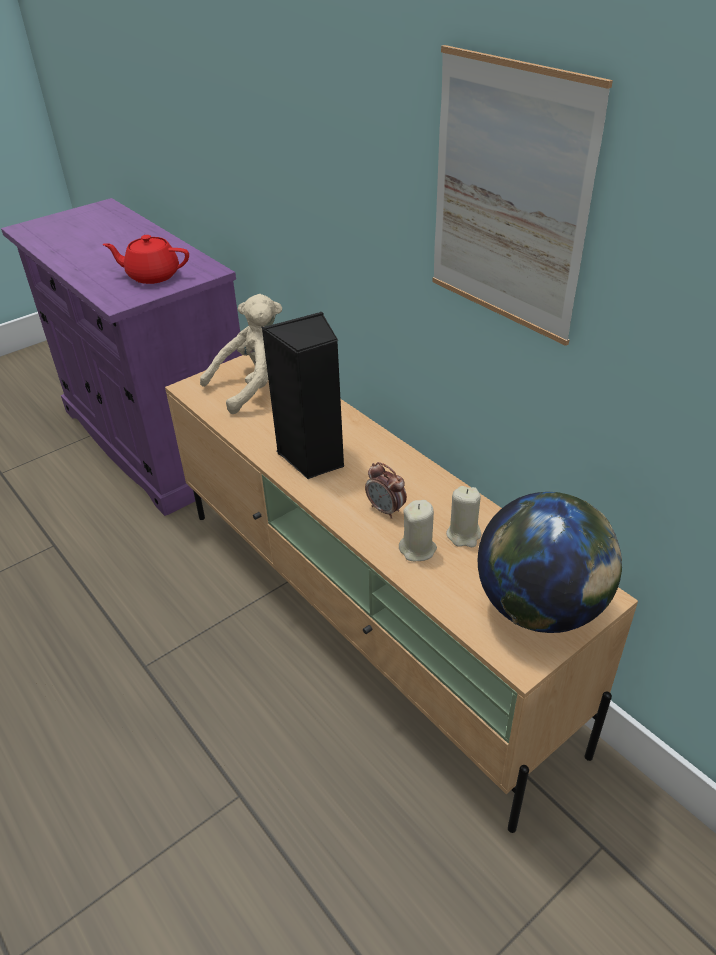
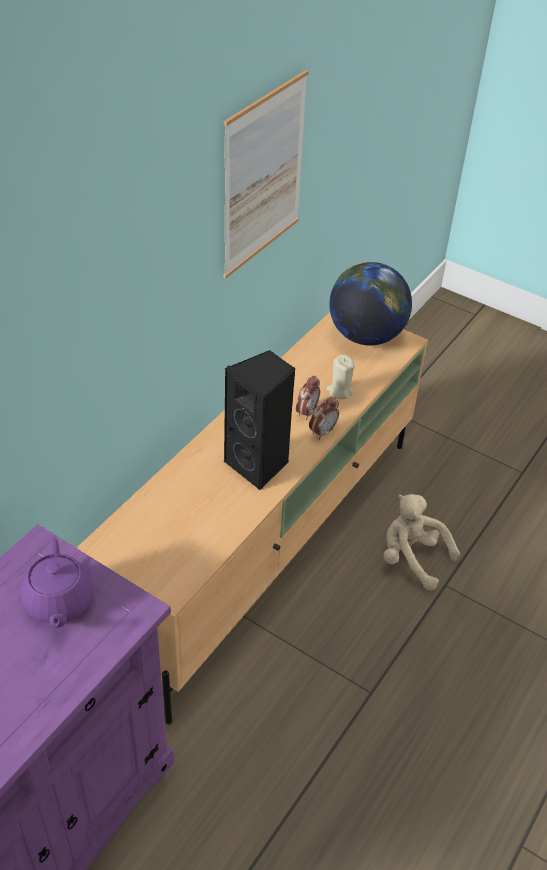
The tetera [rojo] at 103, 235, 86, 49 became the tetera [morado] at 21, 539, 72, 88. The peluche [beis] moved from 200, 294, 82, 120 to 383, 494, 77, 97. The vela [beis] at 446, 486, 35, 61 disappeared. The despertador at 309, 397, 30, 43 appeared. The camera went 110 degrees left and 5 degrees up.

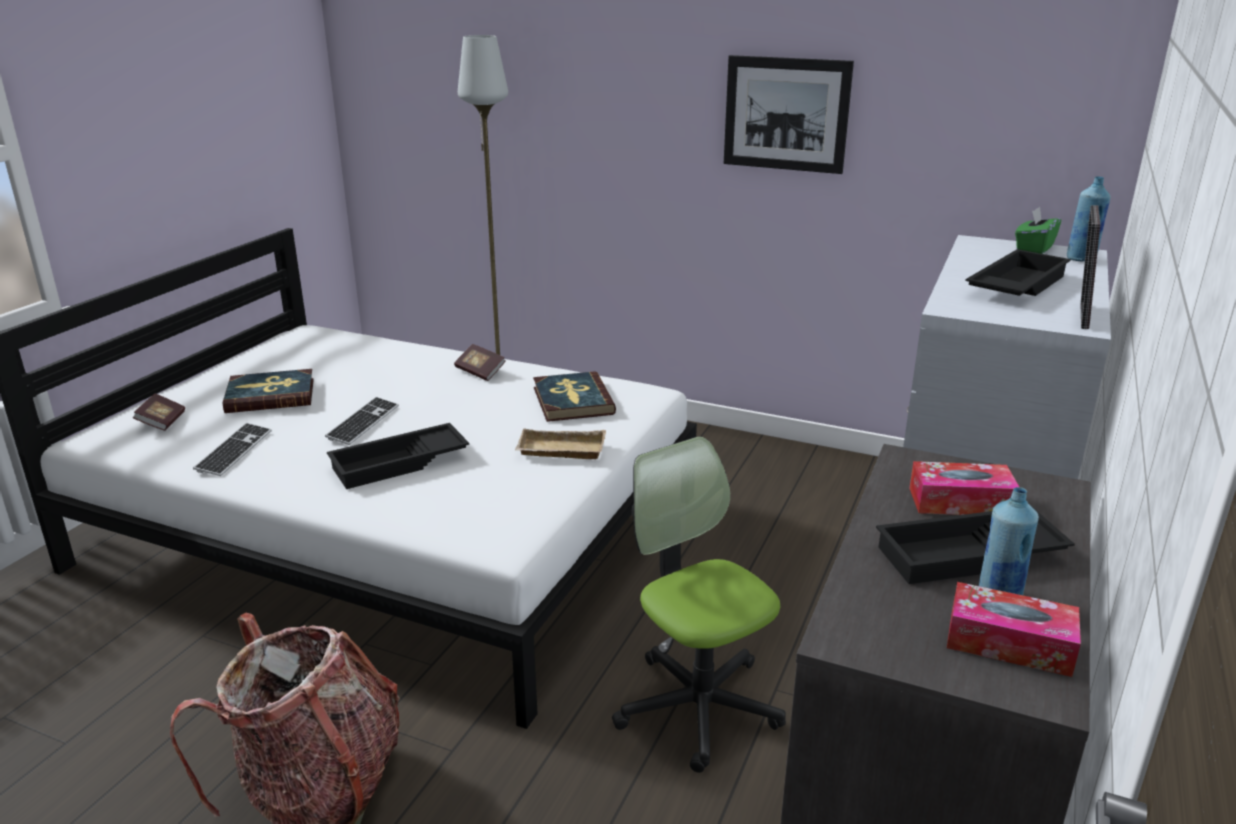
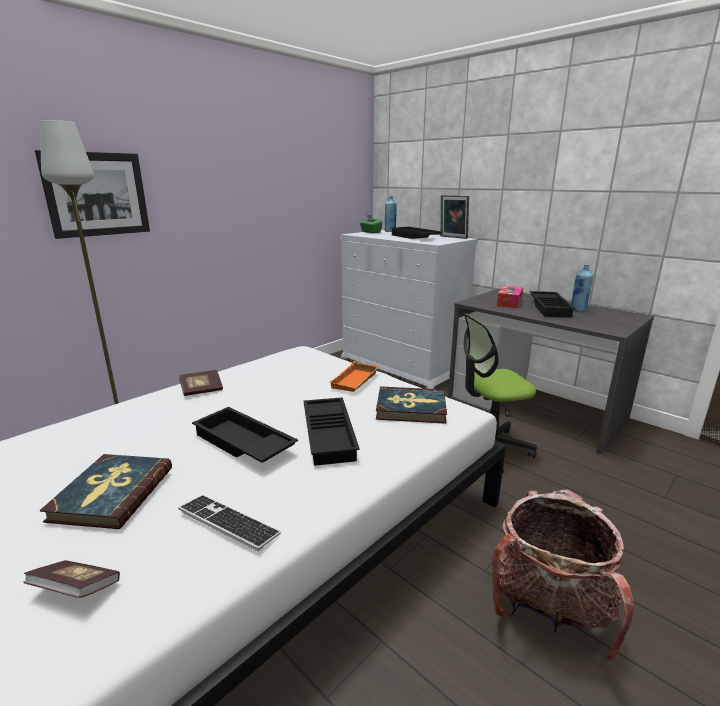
The teclado at 325, 397, 74, 48 was replaced by the bandeja [negro] at 192, 407, 106, 56. The bandeja [beis] at 515, 429, 91, 30 became the bandeja [naranja] at 330, 361, 49, 31. The libro moved from 533, 371, 83, 51 to 376, 386, 71, 38. The cuadro moved from 724, 55, 130, 119 to 35, 150, 115, 89. The caja de pañuelos at 947, 582, 134, 95 disappeared. The camera went 70 degrees left and 5 degrees down.

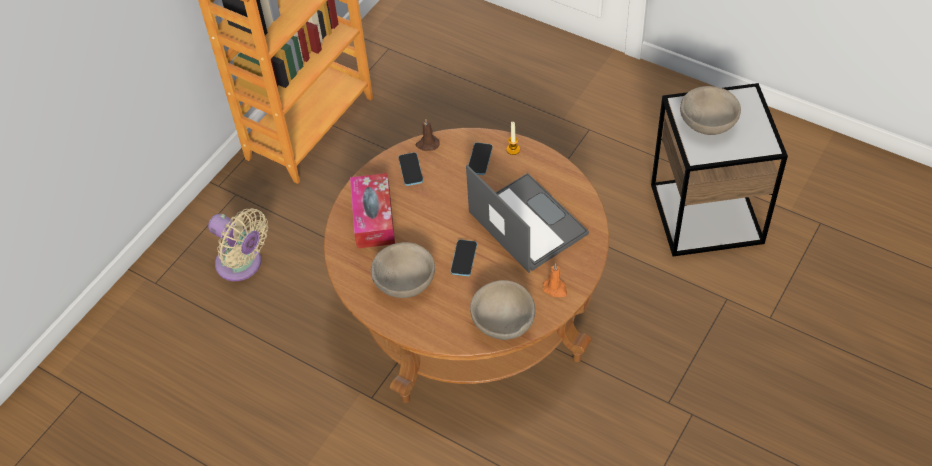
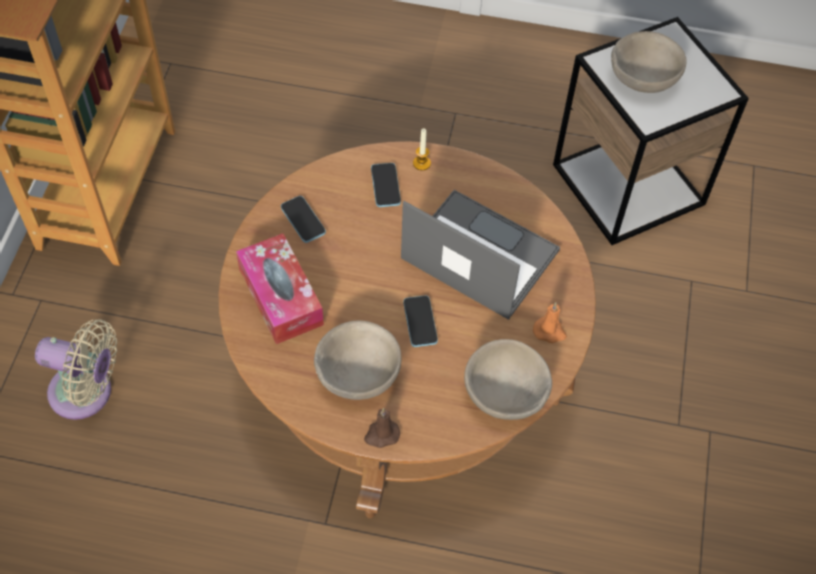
The vela [marrón] moved from 416, 119, 24, 32 to 364, 408, 36, 40. The camera went 25 degrees left and 5 degrees up.

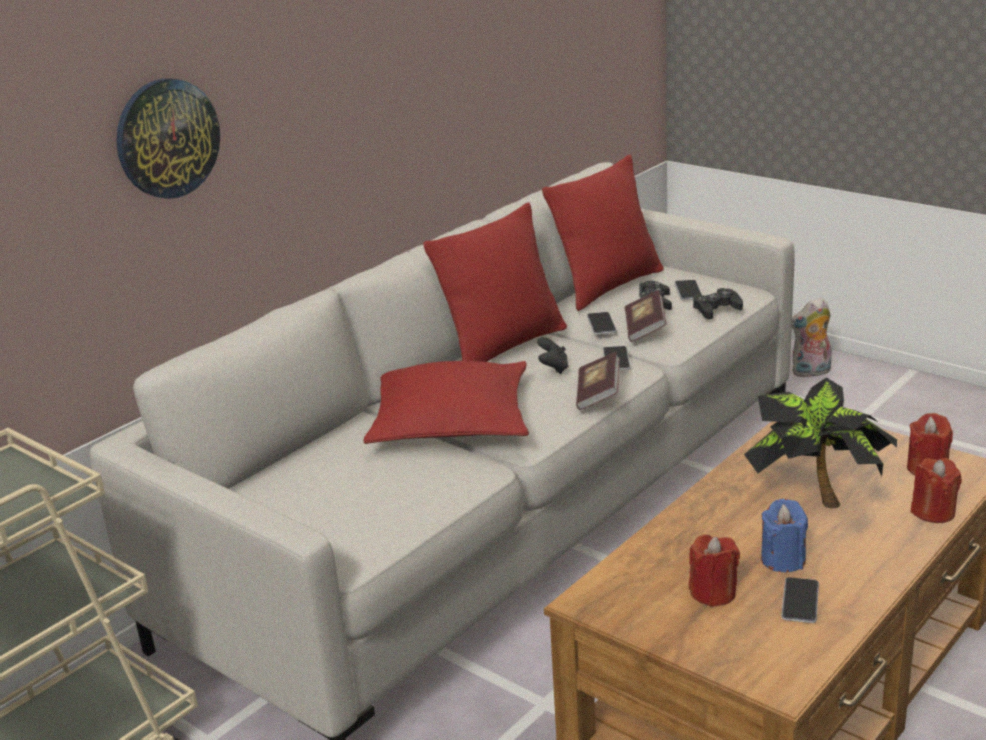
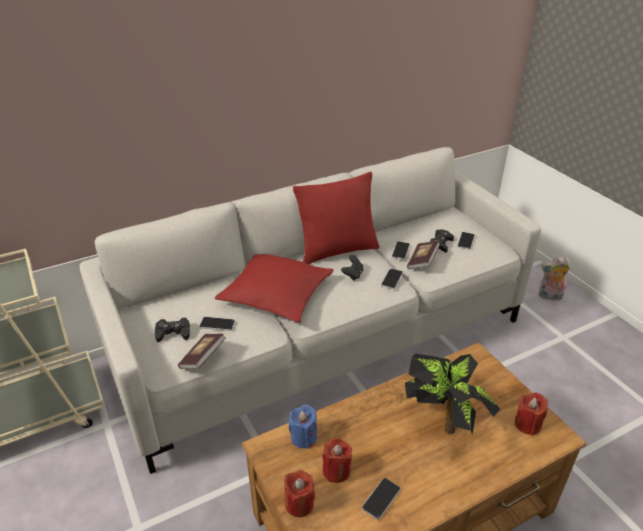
The reloj de pared at 116, 79, 104, 120 disappeared. The cojín [rojo] at 542, 154, 121, 157 disappeared. The libro moved from 576, 352, 44, 58 to 178, 333, 48, 36. The mando de consola [negro] moved from 693, 288, 50, 32 to 155, 318, 35, 24. The vela [azul] moved from 761, 499, 47, 73 to 289, 404, 28, 45. The vela [rojo] moved from 911, 458, 51, 65 to 284, 470, 31, 47. The móvil at 199, 317, 36, 14 appeared. The camera went 20 degrees right and 10 degrees up.

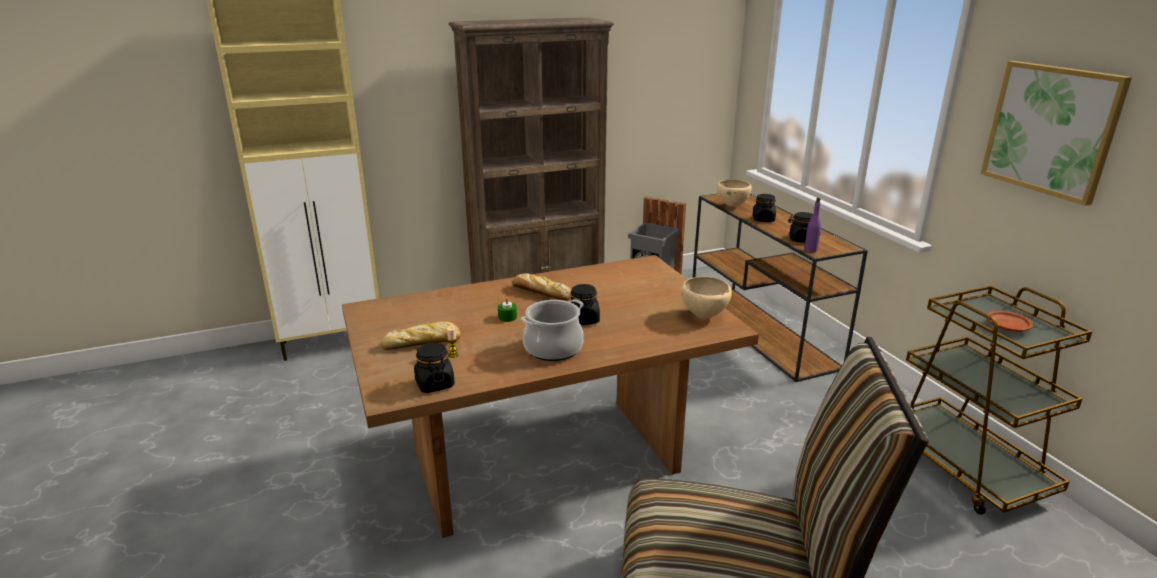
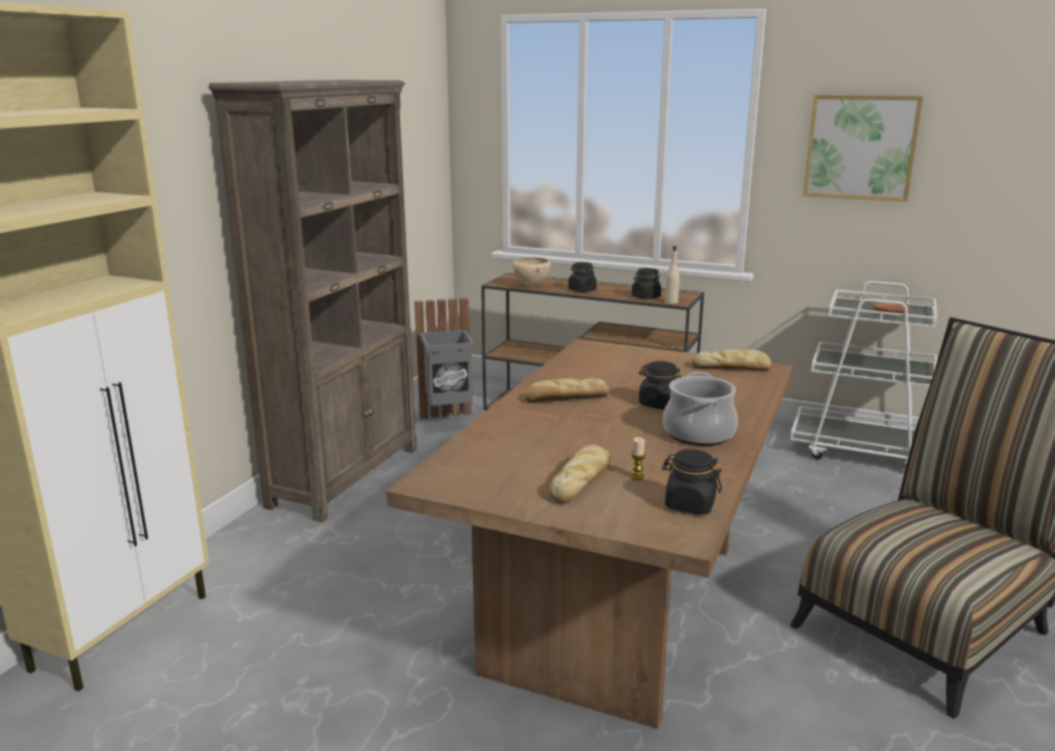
The vela [verde] at 498, 297, 19, 25 disappeared. The cuenco [beis] at 681, 277, 51, 42 was replaced by the pan at 692, 349, 80, 21. The botella [morado] at 804, 197, 17, 56 became the botella [beis] at 665, 246, 15, 58. The carrito [marrón] at 906, 286, 187, 229 became the carrito [blanco] at 790, 281, 147, 183. The camera went 45 degrees left and 5 degrees down.

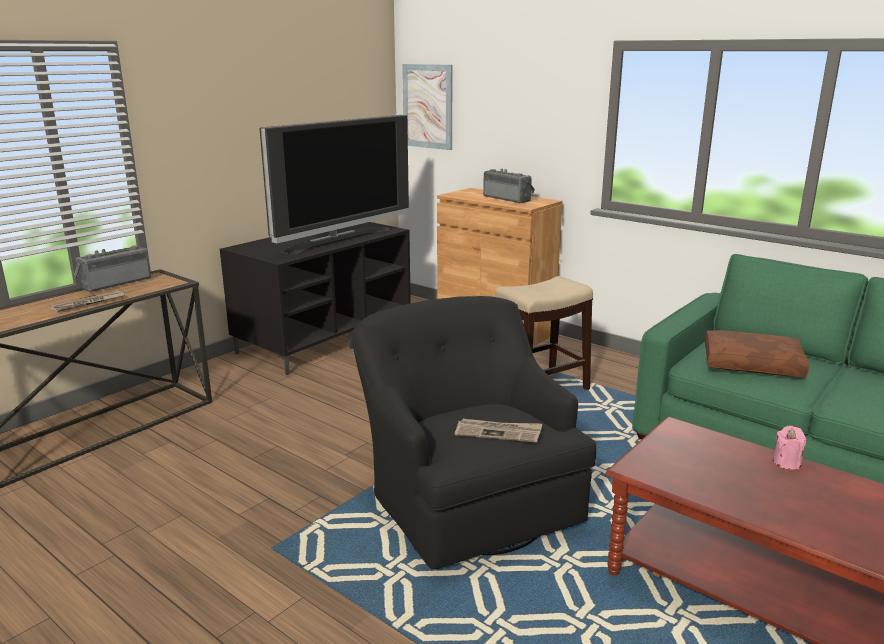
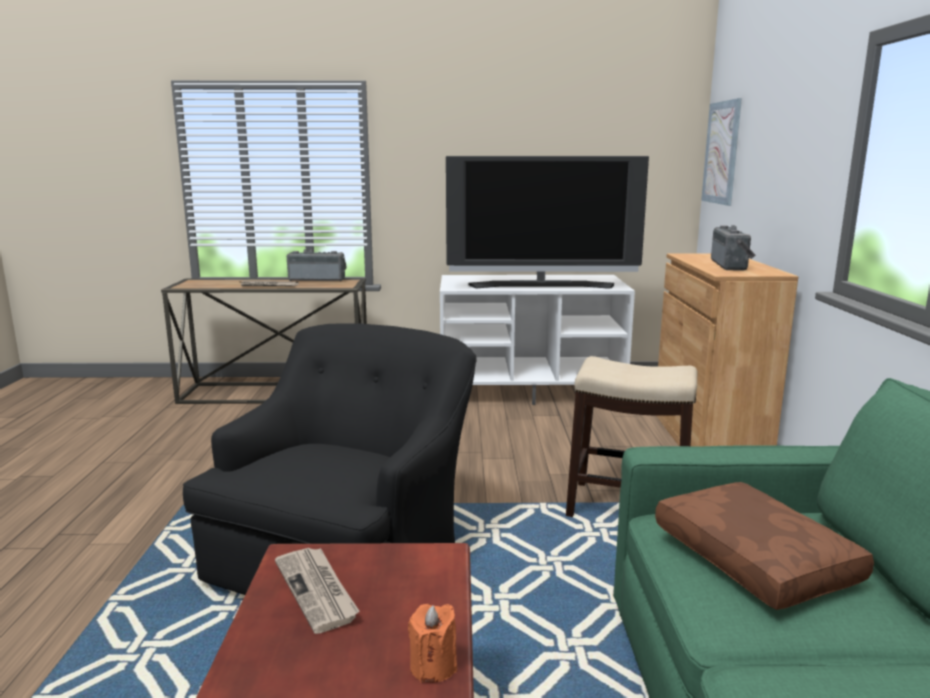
The mueble de televisión [negro] at 220, 222, 191, 153 became the mueble de televisión [blanco] at 440, 275, 195, 130. The periódico moved from 455, 419, 87, 24 to 275, 548, 84, 86. The vela [rosa] at 773, 426, 33, 43 became the vela [naranja] at 408, 604, 49, 79. The camera went 50 degrees right and 5 degrees down.

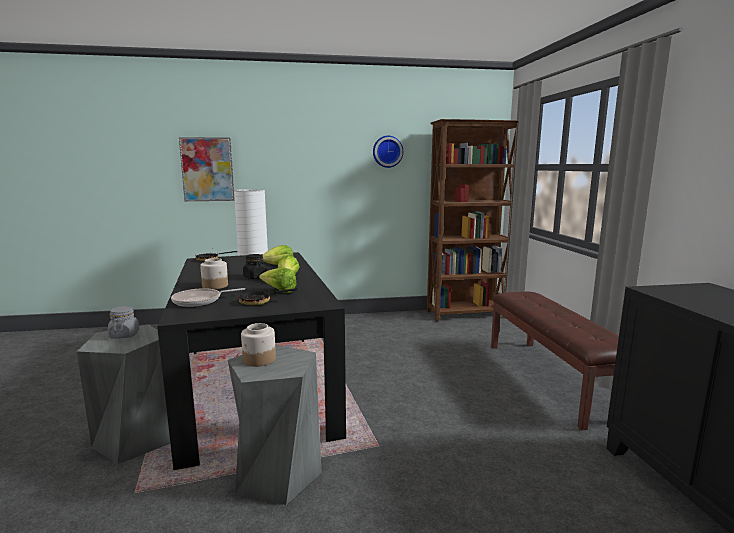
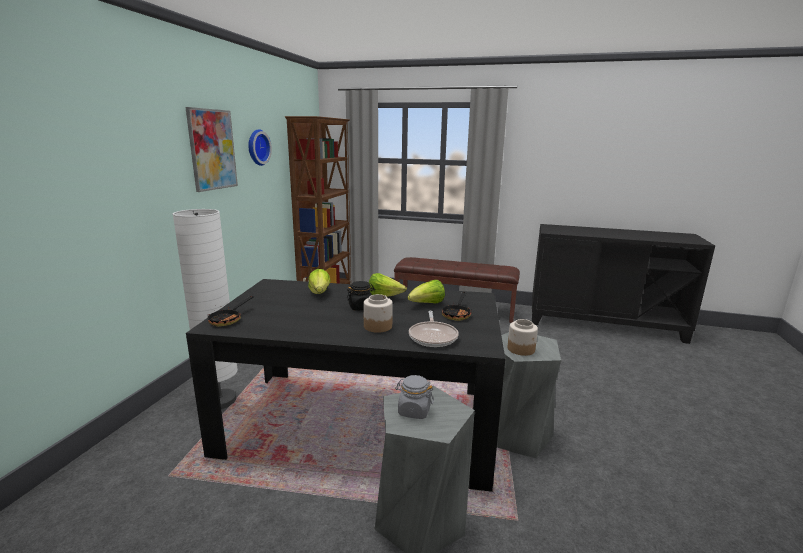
The cuadro moved from 179, 137, 56, 64 to 185, 107, 53, 85. The camera went 65 degrees left and 5 degrees up.

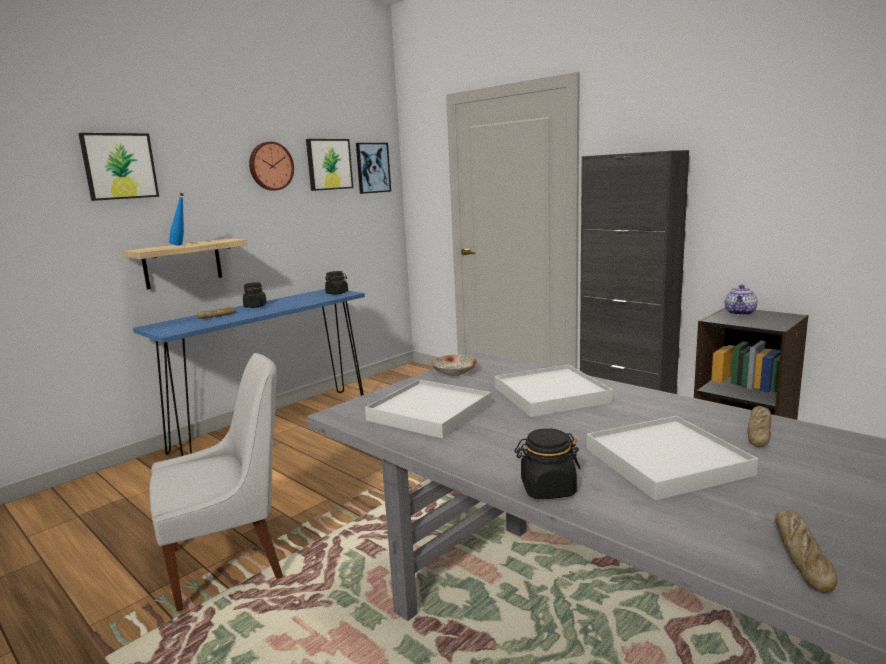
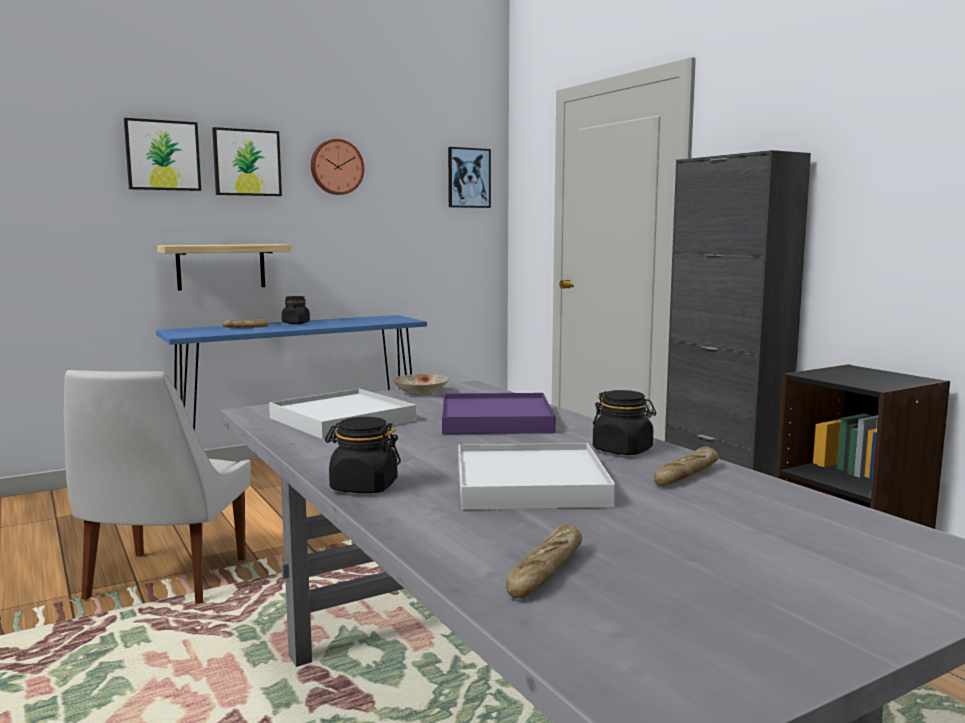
The silla [blanco] at 149, 353, 134, 258 turned 105 degrees clockwise. The botella [azul] at 169, 193, 15, 52 disappeared. The cuadro moved from 306, 139, 47, 52 to 212, 127, 70, 69. The tarro [negro] moved from 325, 271, 23, 24 to 593, 390, 63, 65. The bandeja [blanco] at 495, 364, 118, 53 became the bandeja [morado] at 442, 393, 113, 41. The tetera at 725, 285, 33, 30 disappeared. The camera went 15 degrees right and 5 degrees down.

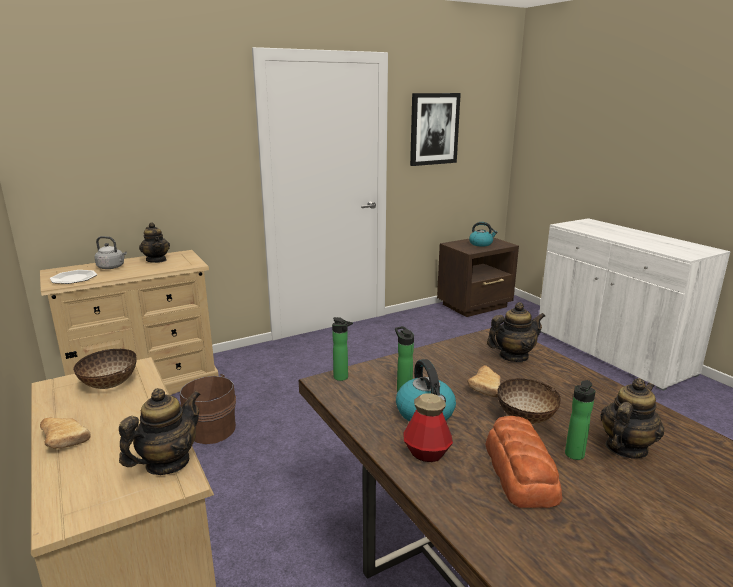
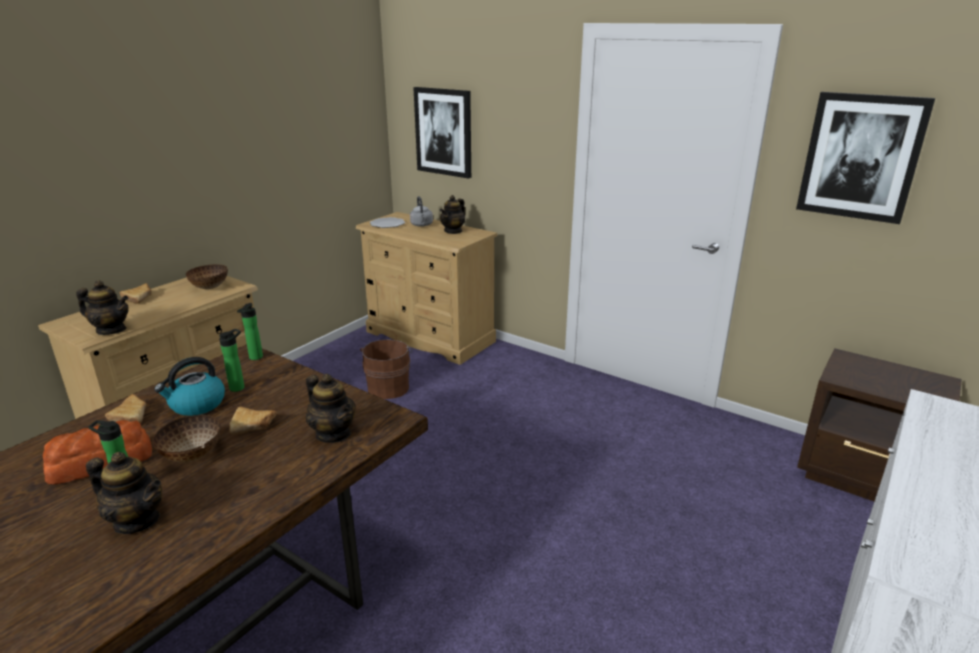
The botella at 403, 393, 50, 69 was replaced by the pan at 105, 394, 41, 29. The hervidor at 469, 222, 29, 25 disappeared. The cuadro at 413, 87, 58, 92 appeared. The camera went 65 degrees right and 5 degrees up.

